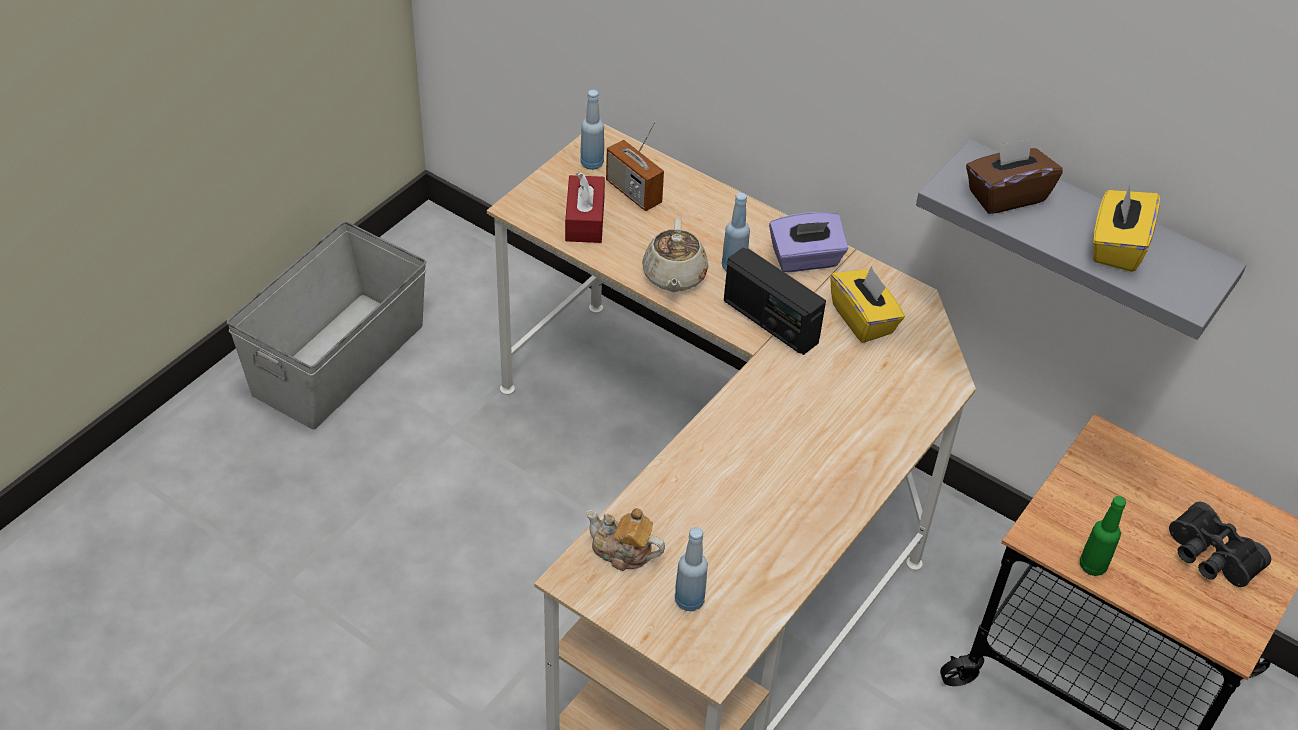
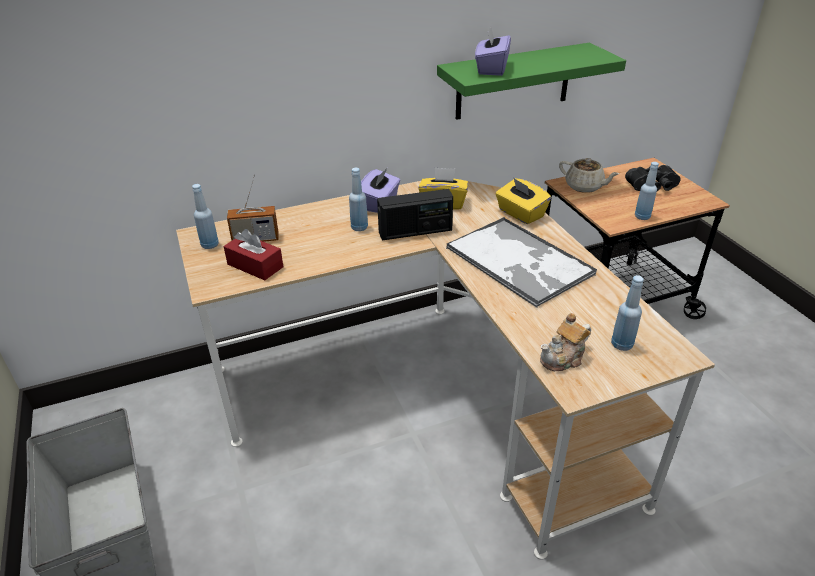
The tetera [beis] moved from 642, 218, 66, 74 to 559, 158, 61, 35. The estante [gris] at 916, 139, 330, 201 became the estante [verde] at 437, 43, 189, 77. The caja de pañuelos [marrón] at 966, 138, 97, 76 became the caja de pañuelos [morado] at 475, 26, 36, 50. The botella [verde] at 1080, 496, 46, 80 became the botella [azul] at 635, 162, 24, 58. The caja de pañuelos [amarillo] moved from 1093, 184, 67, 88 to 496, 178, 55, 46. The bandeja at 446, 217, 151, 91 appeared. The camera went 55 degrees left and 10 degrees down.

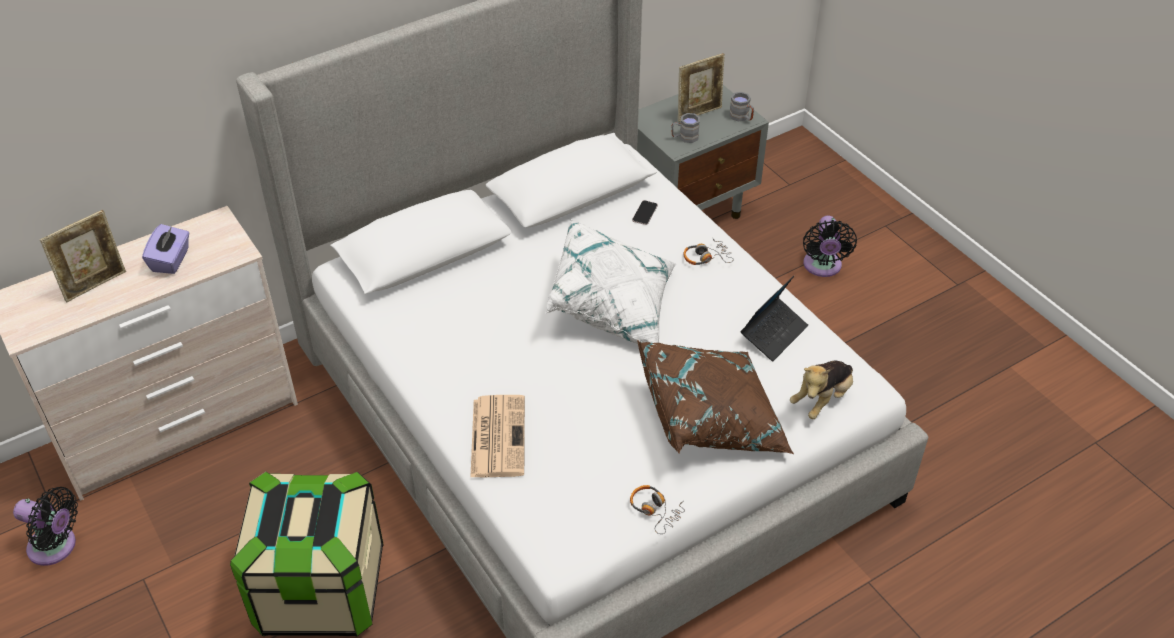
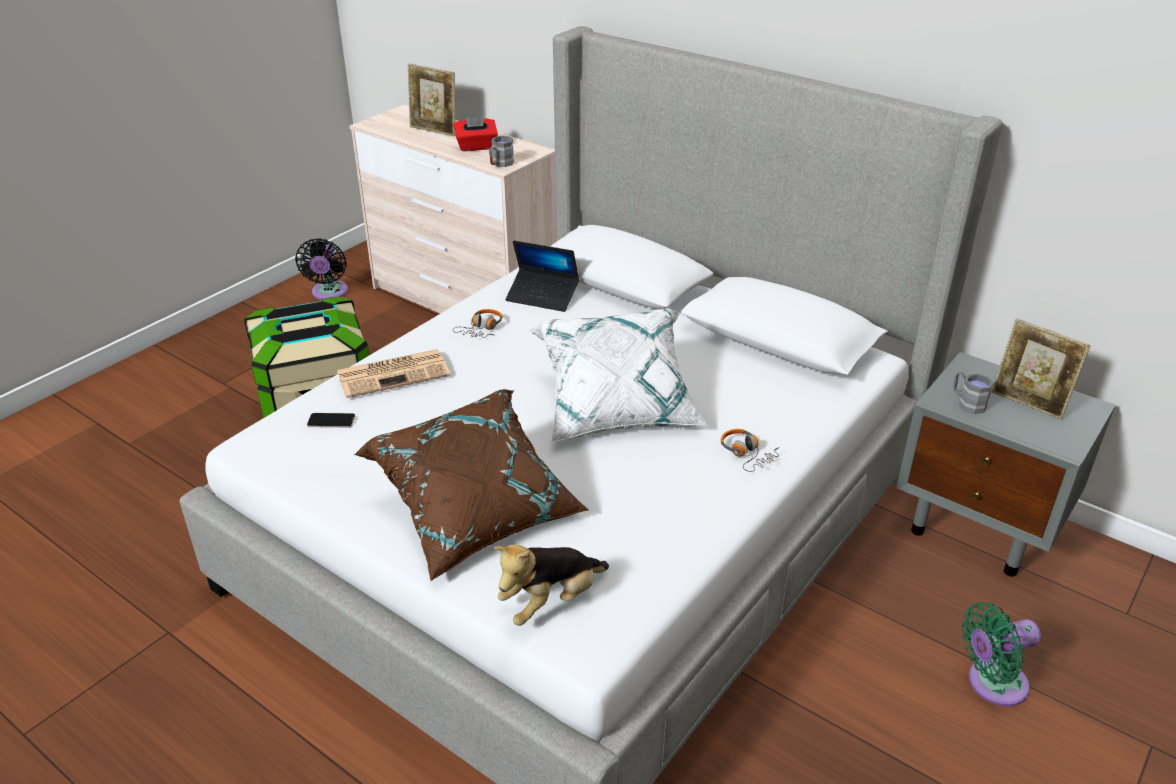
The caja de pañuelos [morado] at 142, 224, 47, 50 became the caja de pañuelos [rojo] at 453, 117, 45, 34. The auriculares moved from 630, 485, 55, 49 to 453, 309, 49, 29. The móvil moved from 632, 200, 26, 25 to 307, 413, 48, 15. The taza grande [gris] moved from 729, 92, 25, 30 to 489, 136, 25, 31. The portátil moved from 741, 276, 67, 85 to 505, 241, 74, 71. The peluche at 790, 361, 63, 58 turned 60 degrees counterclockwise. The ventilador [negro] at 803, 216, 54, 61 became the ventilador [verde] at 962, 602, 79, 105. The camera went 70 degrees right and 10 degrees down.

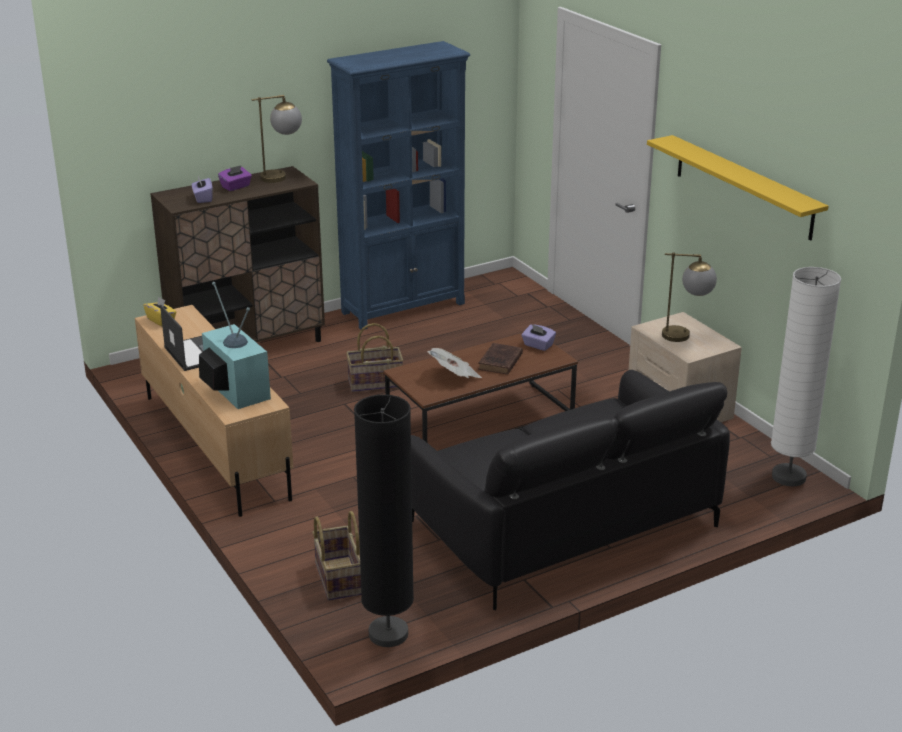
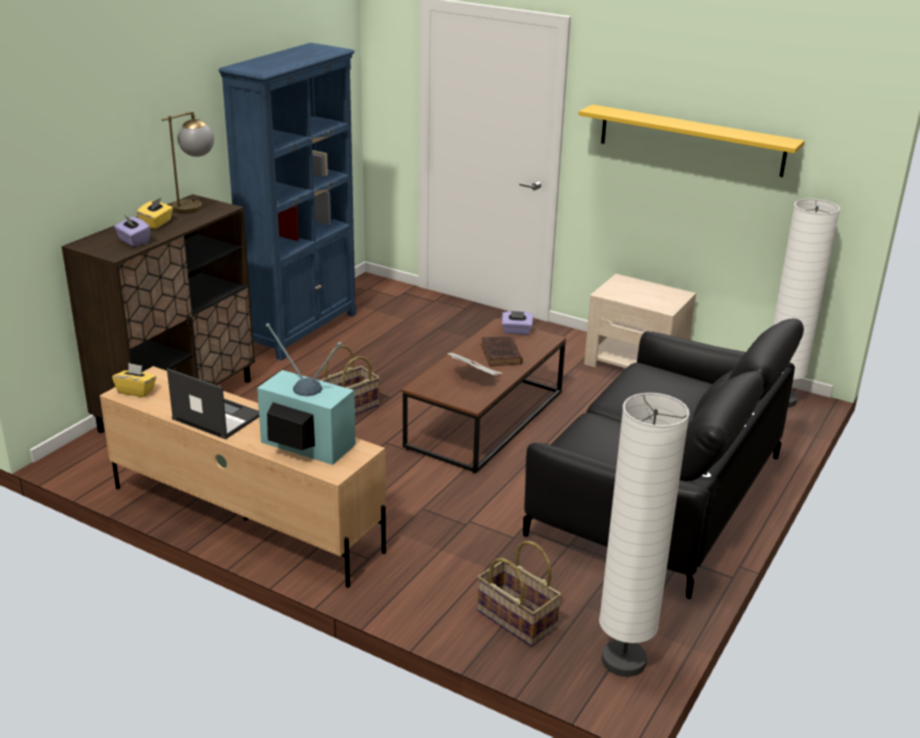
The caja de pañuelos [morado] at 218, 165, 34, 26 became the caja de pañuelos [amarillo] at 136, 198, 37, 31. The lámpara de pie [negro] at 354, 394, 60, 253 became the lámpara de pie [blanco] at 599, 393, 91, 284. The lámpara de mesa at 662, 253, 55, 89 disappeared. The camera went 30 degrees left and 0 degrees up.

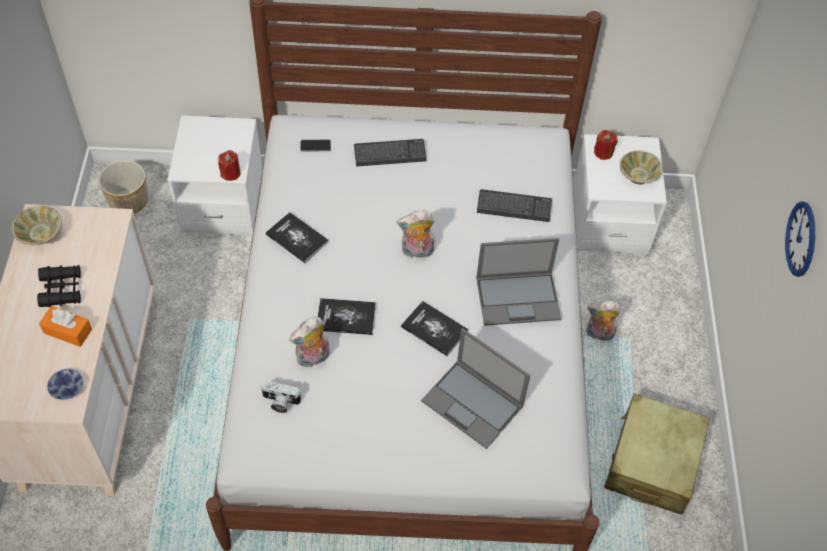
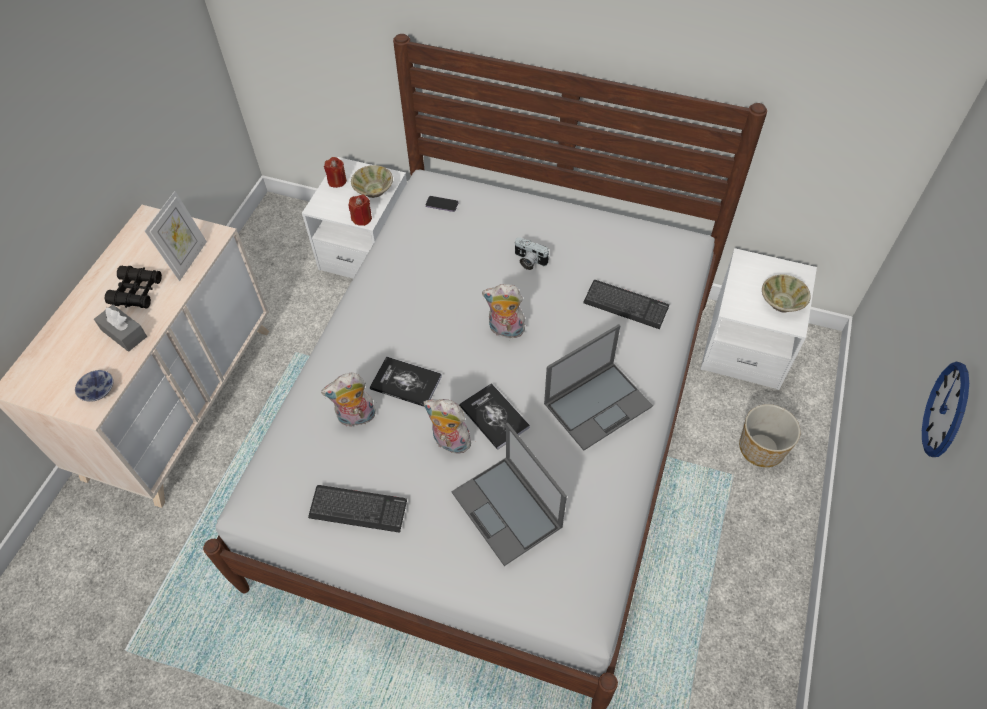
The cuenco [beis] moved from 12, 205, 50, 40 to 351, 165, 42, 33. The caja de pañuelos [naranja] at 39, 306, 53, 41 became the caja de pañuelos [gris] at 94, 304, 53, 48. The maceta moved from 98, 160, 50, 54 to 739, 404, 61, 63. The cámara moved from 260, 381, 41, 32 to 514, 237, 35, 33. The libro at 266, 212, 63, 51 disappeared. The teclado moved from 354, 139, 73, 27 to 308, 485, 99, 48. The portátil at 476, 238, 85, 88 turned 45 degrees counterclockwise. The peluche moved from 586, 300, 35, 41 to 424, 399, 47, 55. The vela [rojo] moved from 594, 130, 24, 30 to 324, 157, 23, 31. The maleta [beis] at 604, 393, 106, 122 disappeared. The portarretratos at 145, 191, 62, 90 appeared. The camera went 20 degrees right and 0 degrees up.

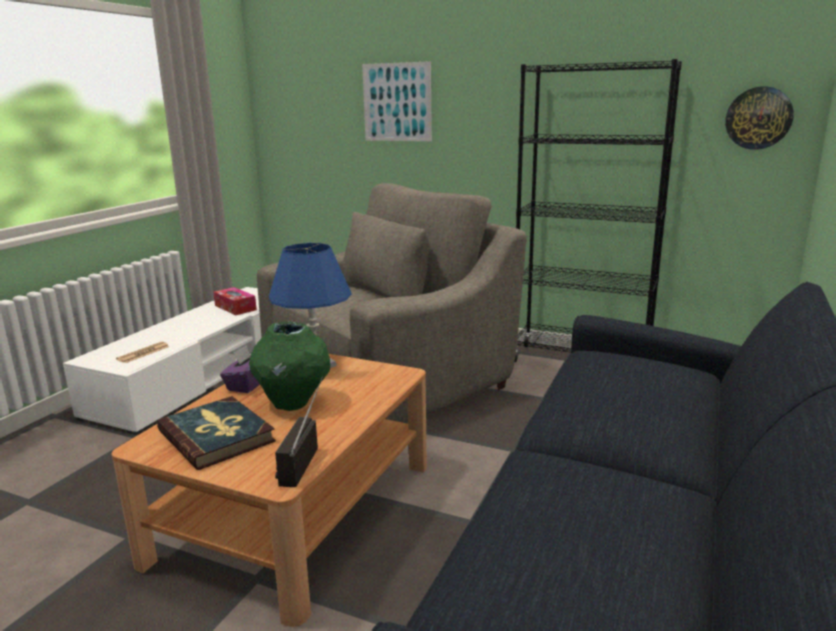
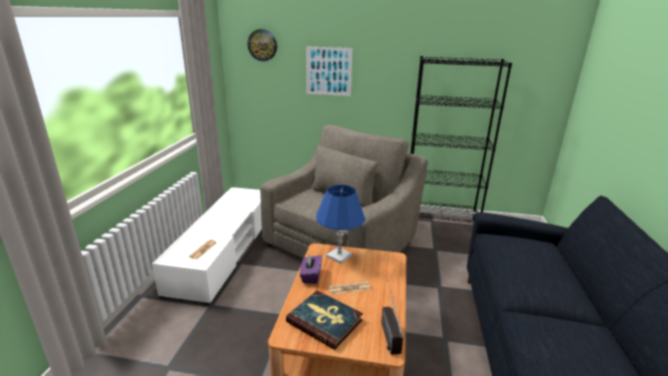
The caja de pañuelos at 213, 287, 44, 28 disappeared. The florero [verde] at 249, 322, 81, 89 was replaced by the periódico at 329, 281, 42, 14. The reloj de pared moved from 725, 86, 69, 64 to 247, 29, 30, 32. The camera went 15 degrees left and 5 degrees up.

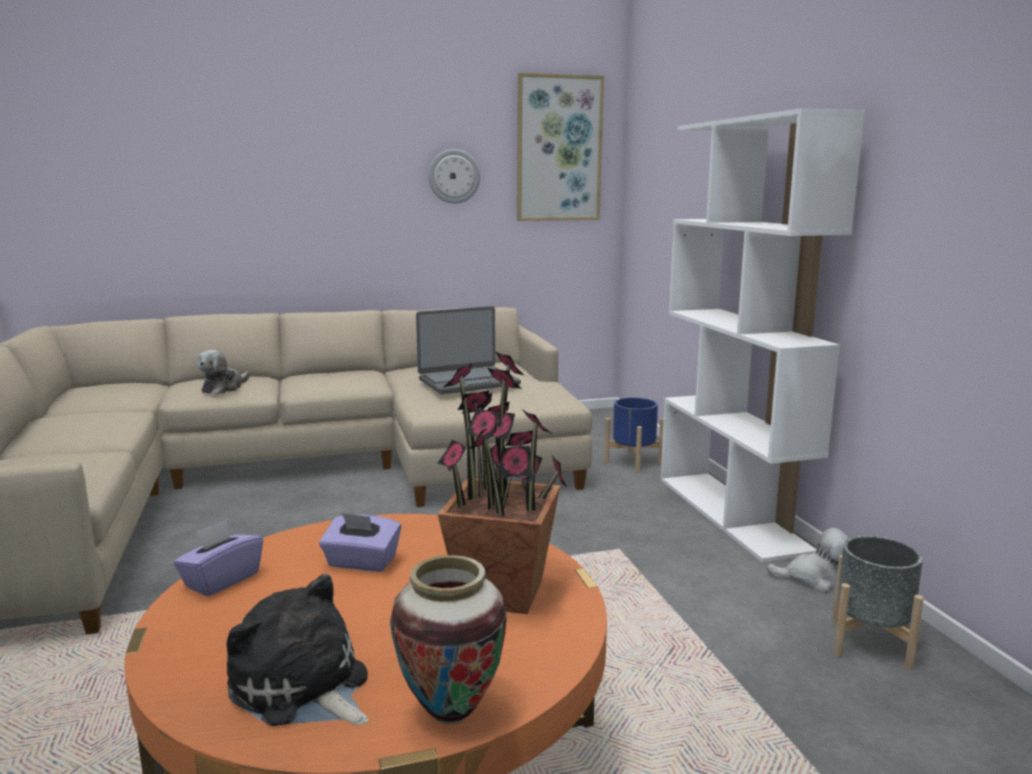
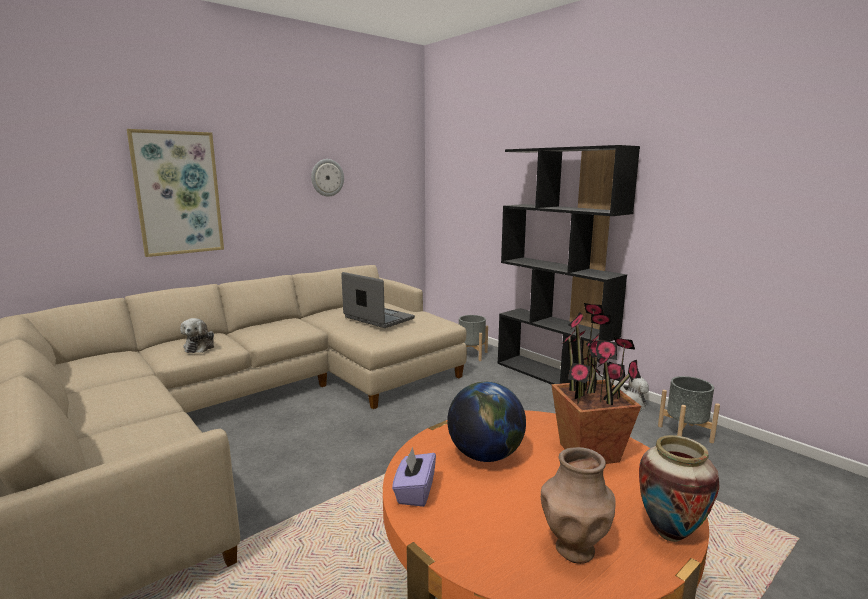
The peluche at 226, 574, 143, 152 was replaced by the florero [marrón] at 541, 447, 75, 117. The caja de pañuelos [morado] at 319, 513, 82, 59 was replaced by the globo terráqueo at 447, 382, 79, 80. The portátil at 416, 306, 105, 88 turned 90 degrees counterclockwise. The cuadro moved from 517, 73, 87, 148 to 127, 129, 97, 128. The maceta [azul] at 604, 397, 60, 76 became the maceta [gris] at 459, 315, 29, 46. The estantería [blanco] at 661, 108, 204, 454 became the estantería [negro] at 498, 145, 142, 239. The camera went 25 degrees left and 0 degrees up.

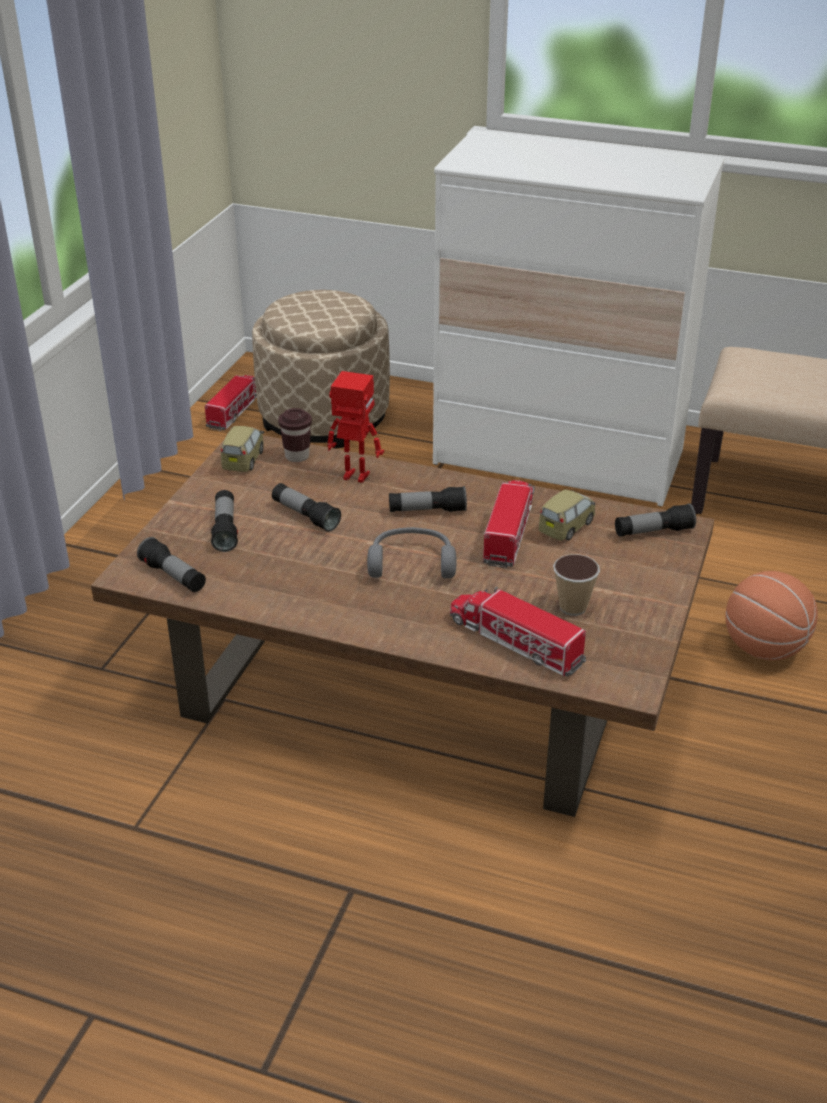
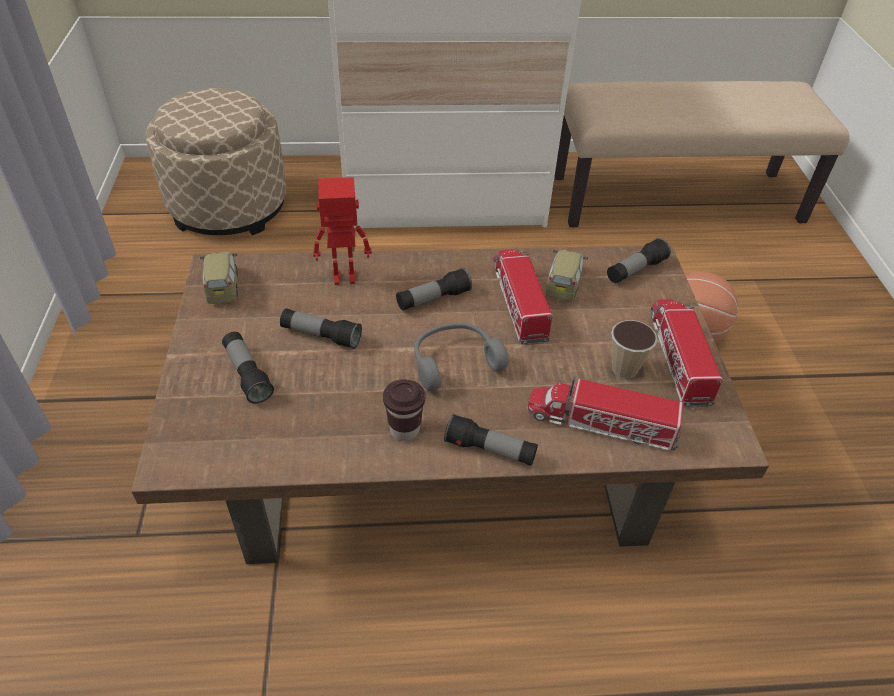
The linterna moved from 137, 537, 69, 55 to 444, 414, 94, 52. The camión de juguete moved from 205, 375, 52, 56 to 651, 299, 72, 108. The taza [marrón] moved from 278, 408, 34, 54 to 383, 379, 42, 62. The camera went 25 degrees left and 10 degrees up.

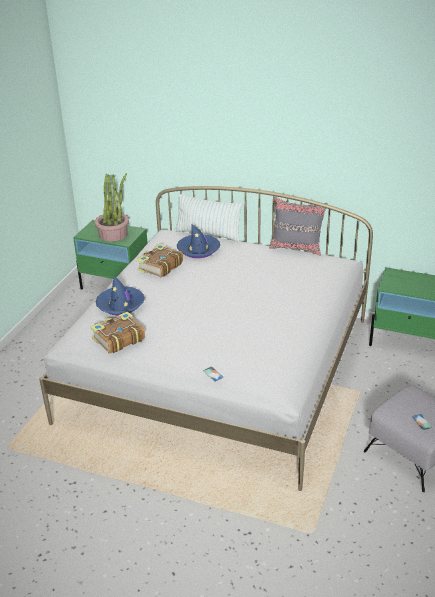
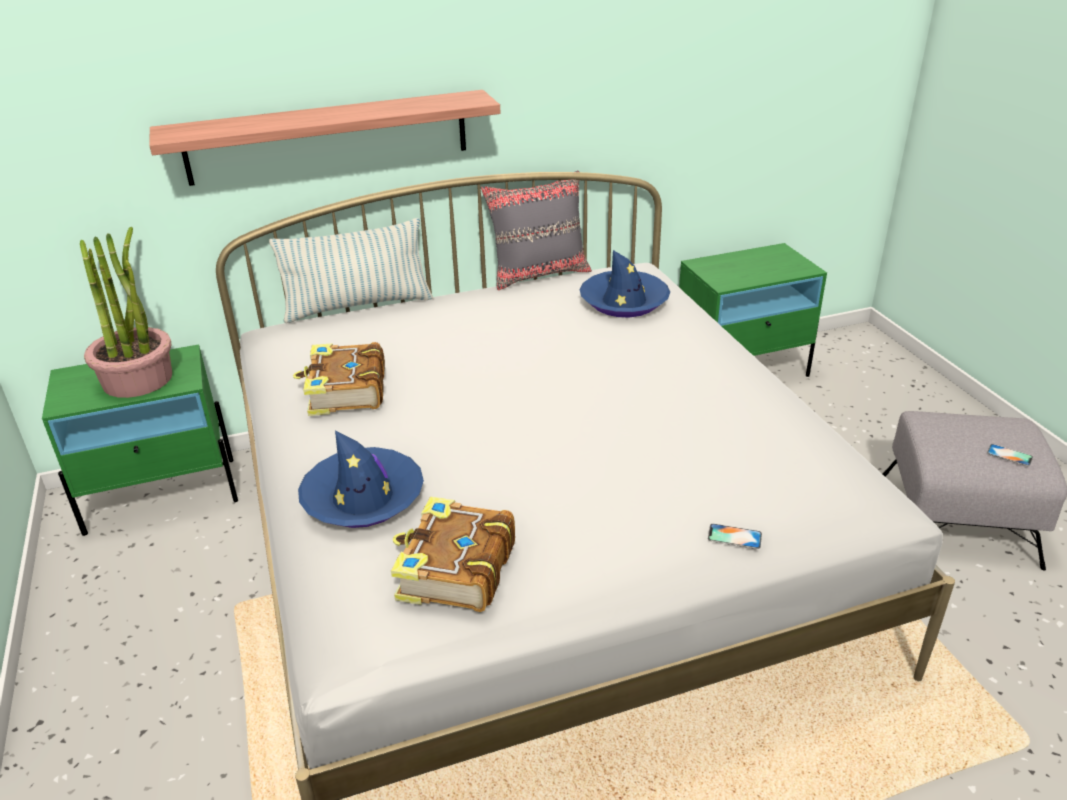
The sombrero [azul] moved from 177, 225, 43, 33 to 580, 250, 90, 67. The estante at 149, 90, 351, 96 appeared. The camera went 40 degrees left and 0 degrees up.

